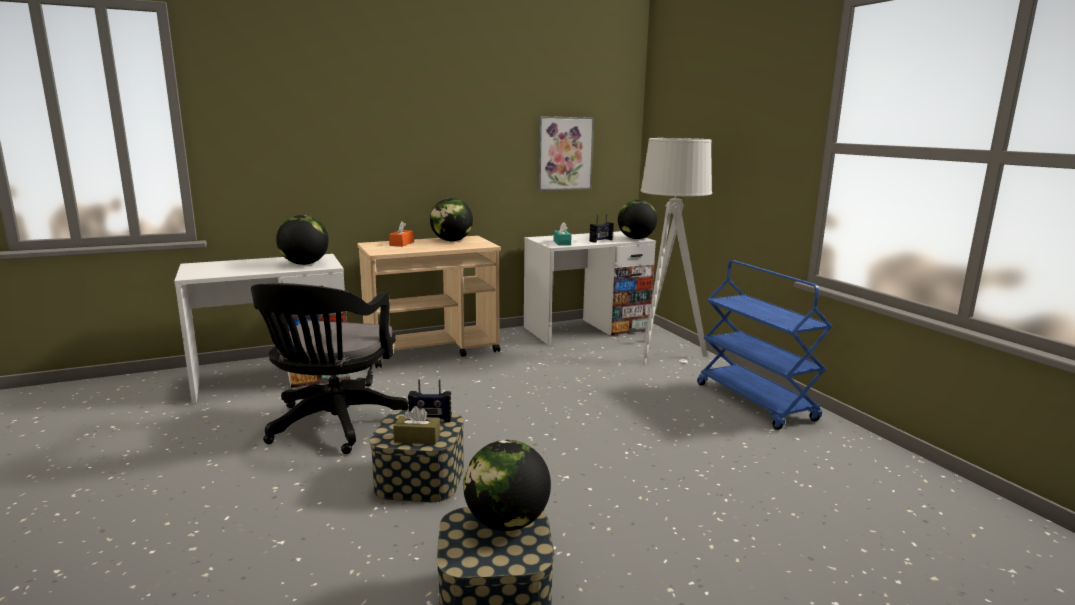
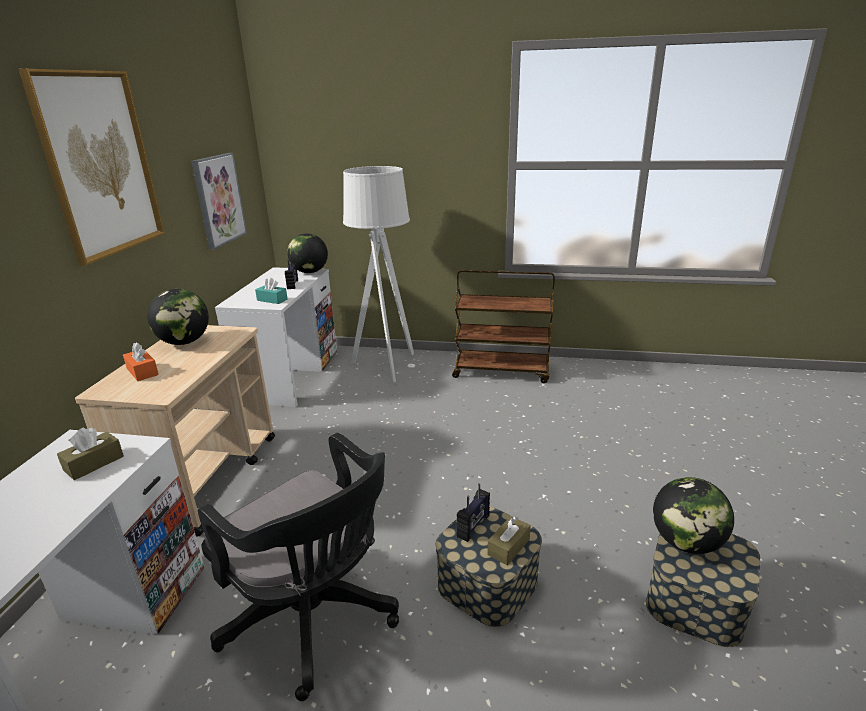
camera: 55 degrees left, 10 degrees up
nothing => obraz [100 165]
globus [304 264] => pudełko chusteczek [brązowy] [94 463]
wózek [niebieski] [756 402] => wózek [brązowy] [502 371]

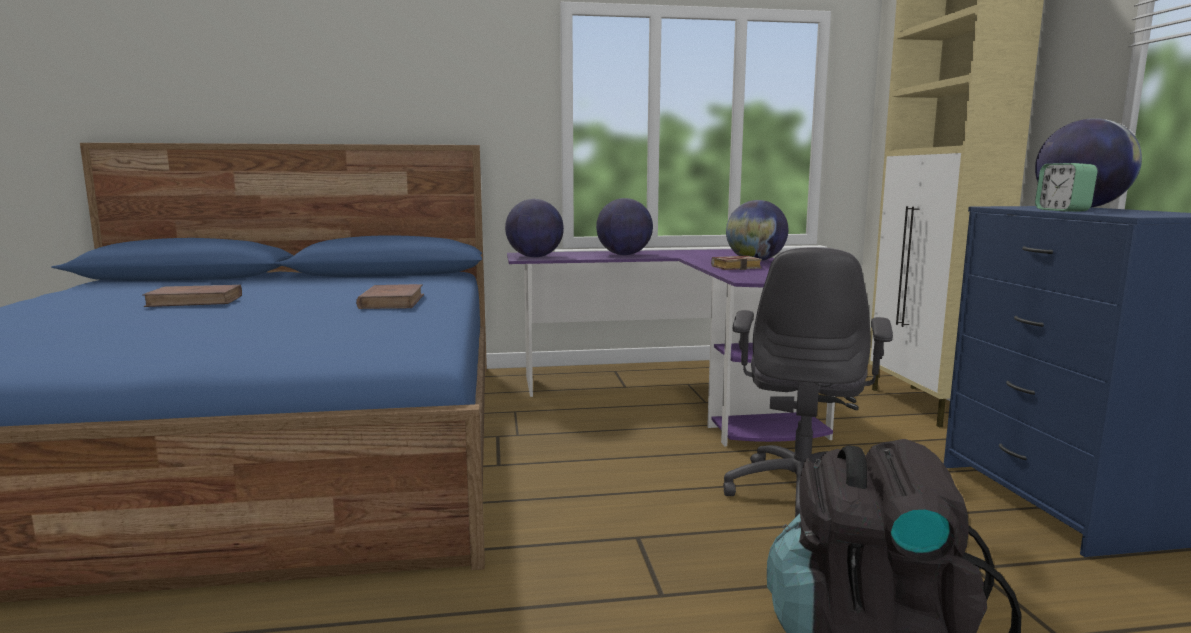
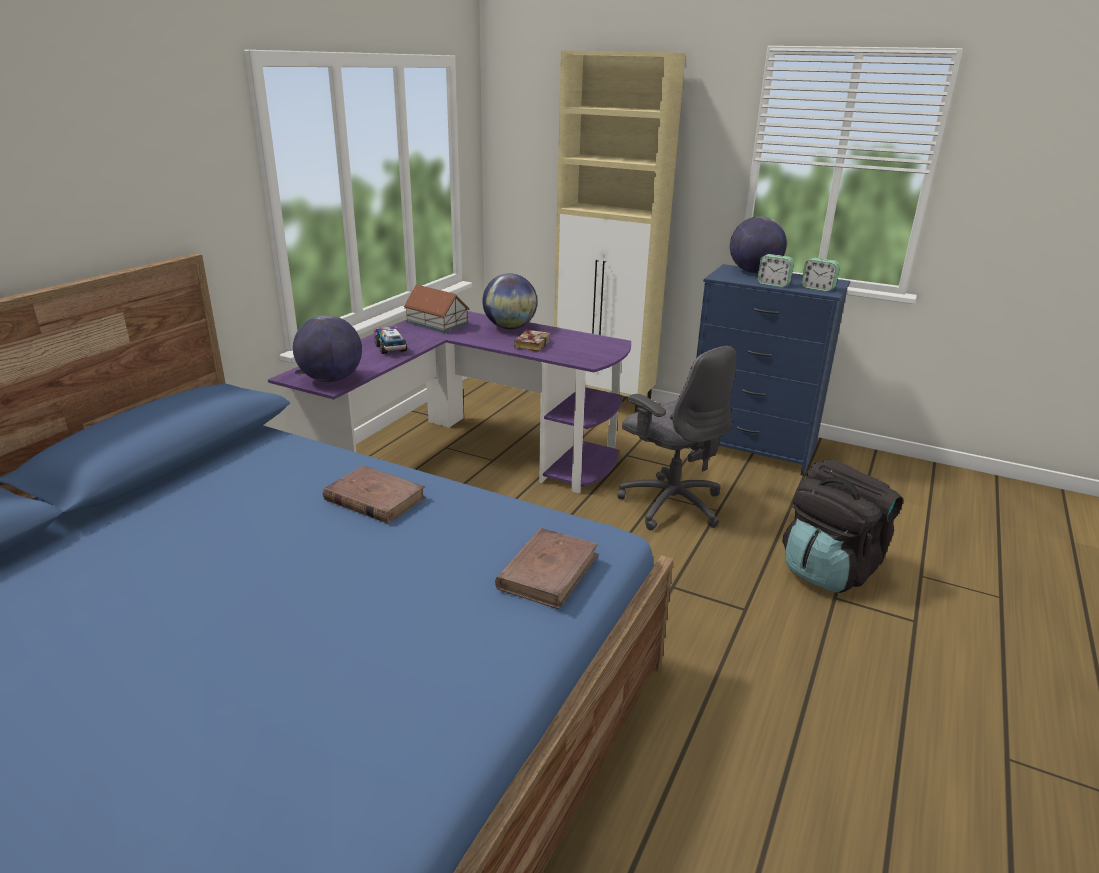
camera: 55 degrees left, 15 degrees up
globus [624 255] => ciężarówka zabawkowa [390 348]
nothing => domek [436 323]
książka [brązowy] [196 301] => książka [brązowy] [548 571], move
nothing => budzik [818 288]

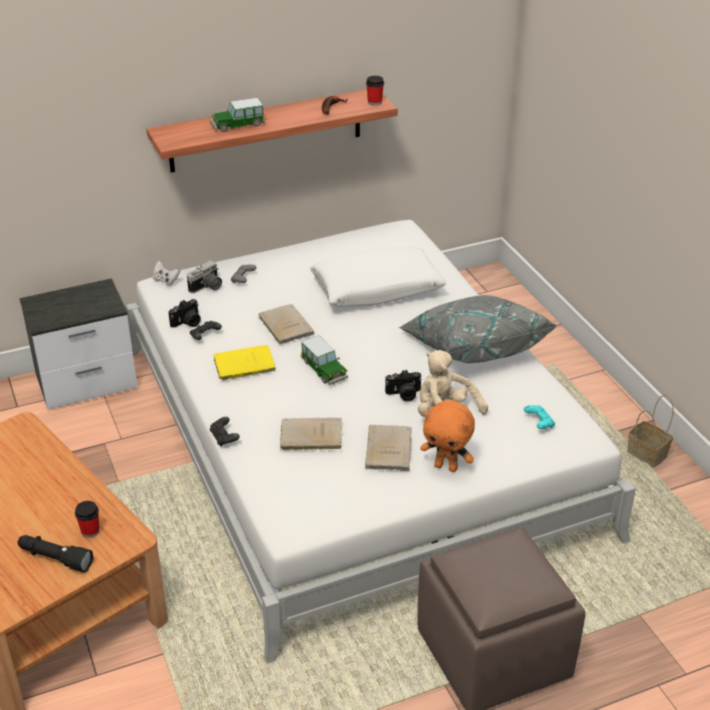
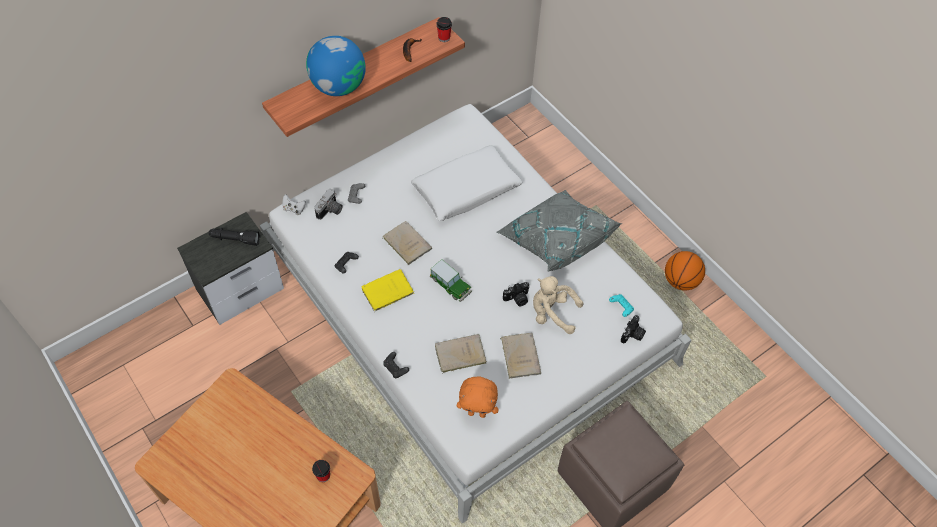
camera: 15 degrees left, 20 degrees up
latarka [czarny] [55 558] => latarka [czarny] [235 239], move
samochodzik [237 125] => globus [338 86]
pluszak [pomarańczowy] [446 467] => pluszak [pomarańczowy] [477 412], move
aparat fotograficzny [187 323] => aparat fotograficzny [632 335], move
koszyk [648 454] => piłka do koszykówki [680 281]

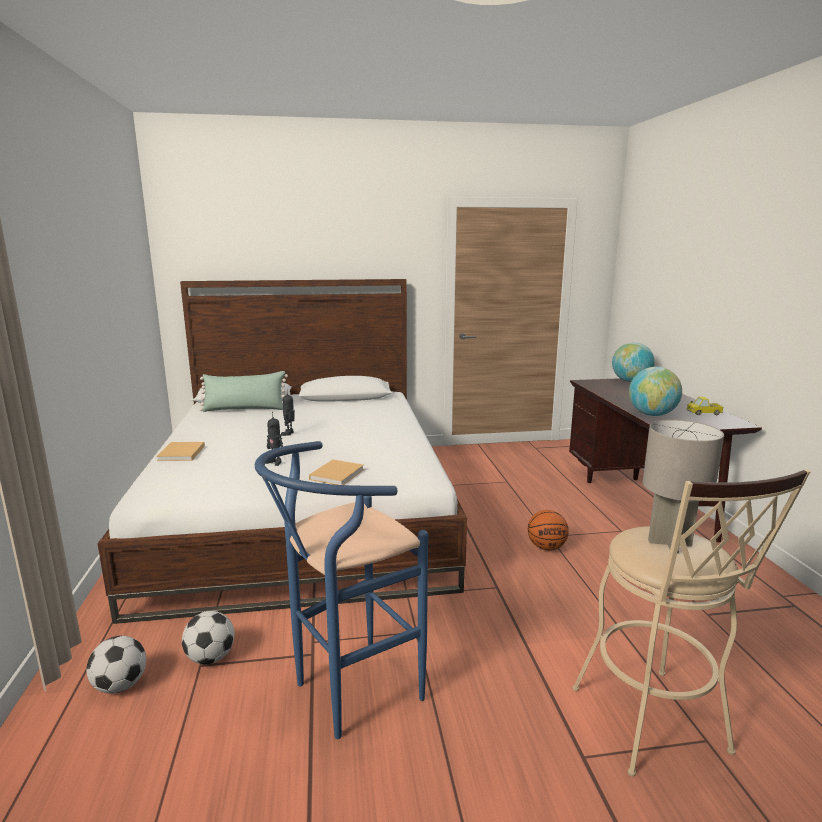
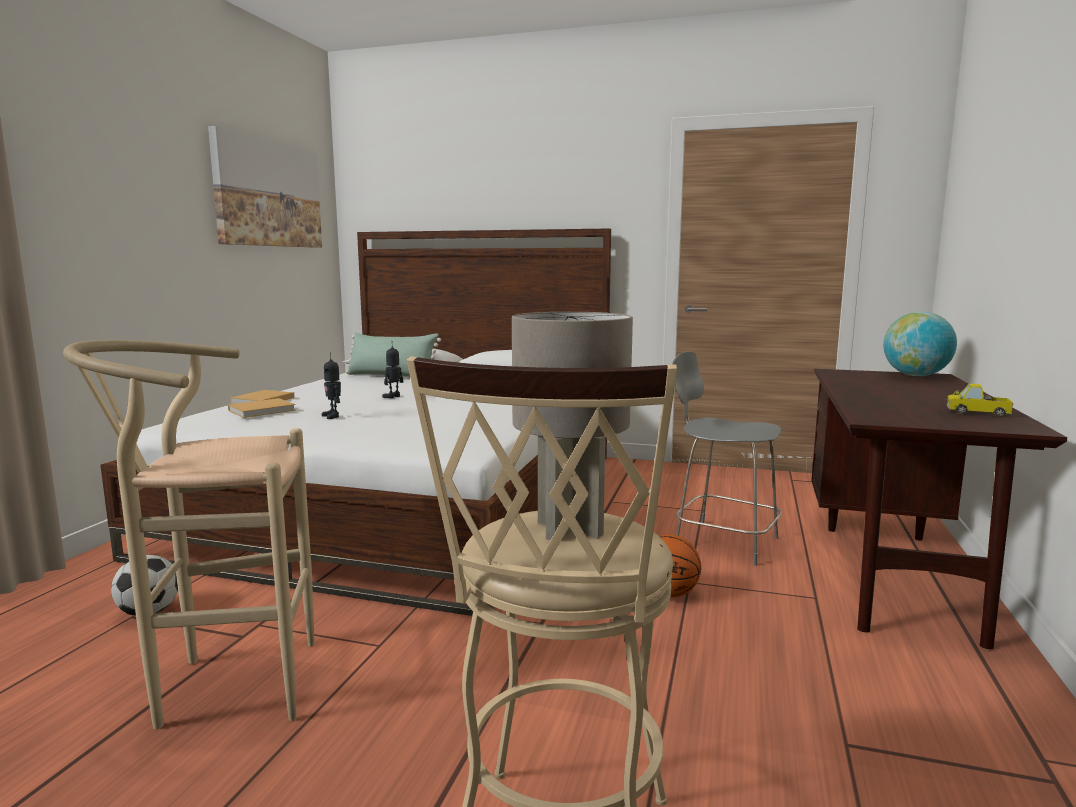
camera: 25 degrees right, 5 degrees down
stołek [niebieski] [347 694] => stołek [beżowy] [223 687]
nothing => obraz [268 194]
książka [beżowy] [338 474] => książka [beżowy] [264 410], move
nothing => krzesło [szary] [722 541]
piłka futbolowa [120 685] => nothing
globus [652 414] => nothing

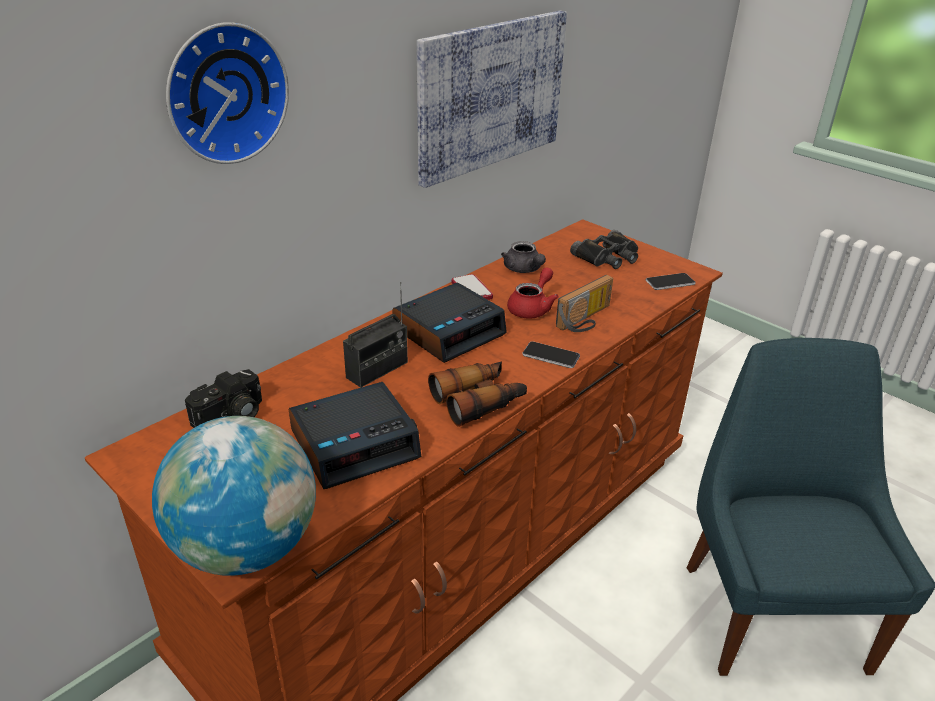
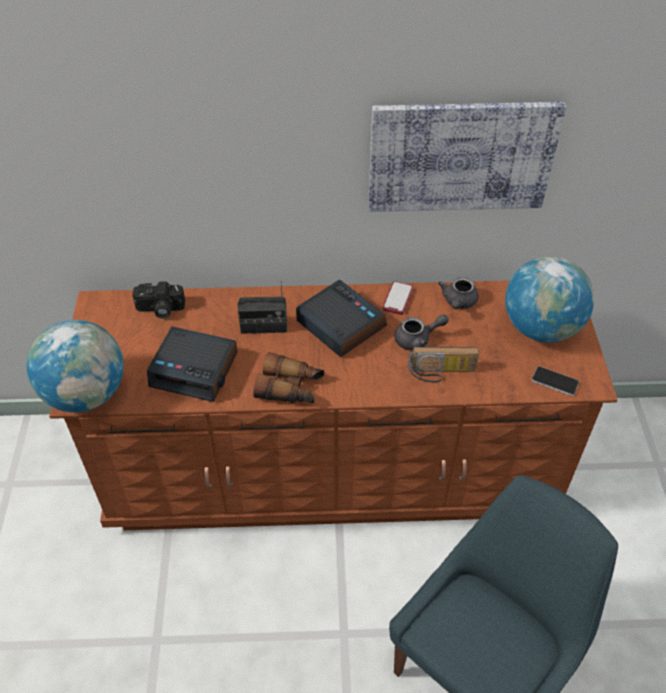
camera: 45 degrees right, 15 degrees up
budzik [449 331] => budzik [340 324], 135 degrees counterclockwise
imbryk [czerwony] [532 308] => imbryk [szary] [417 339]
lornetka [czarny] [608 257] => globus [541 328]
zegar ścienny [224 93] => nothing
telefon [551 356] => nothing

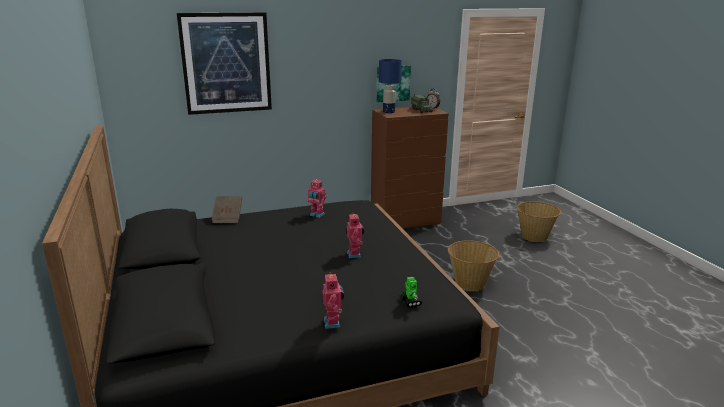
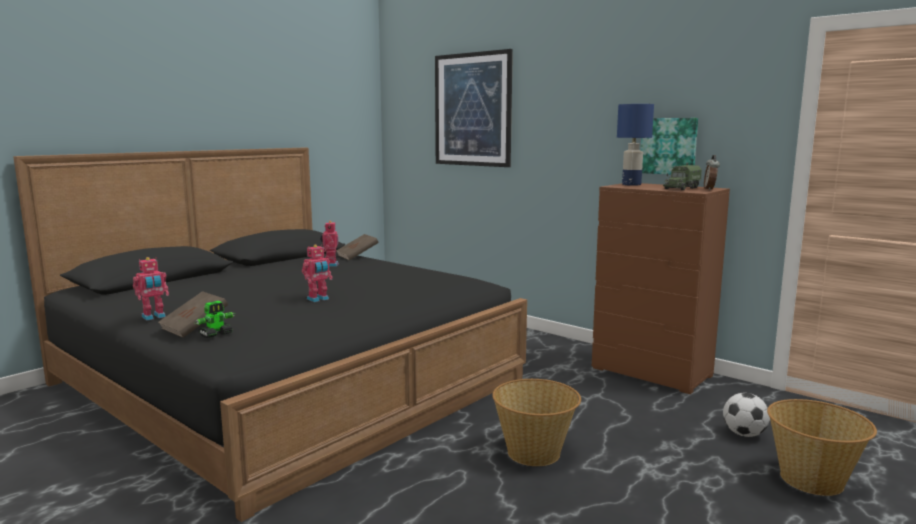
camera: 60 degrees right, 10 degrees down
nothing => książka [brązowy] [194 328]
robot zabawkowy [316 215] => robot zabawkowy [330 265], move
nothing => piłka futbolowa [744 434]

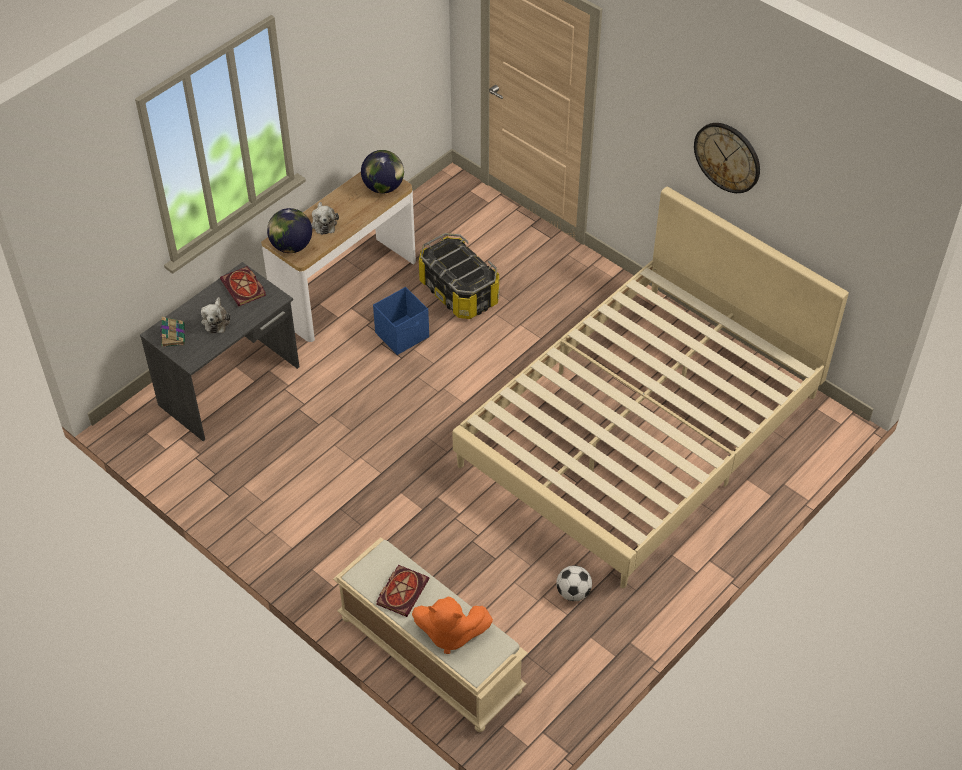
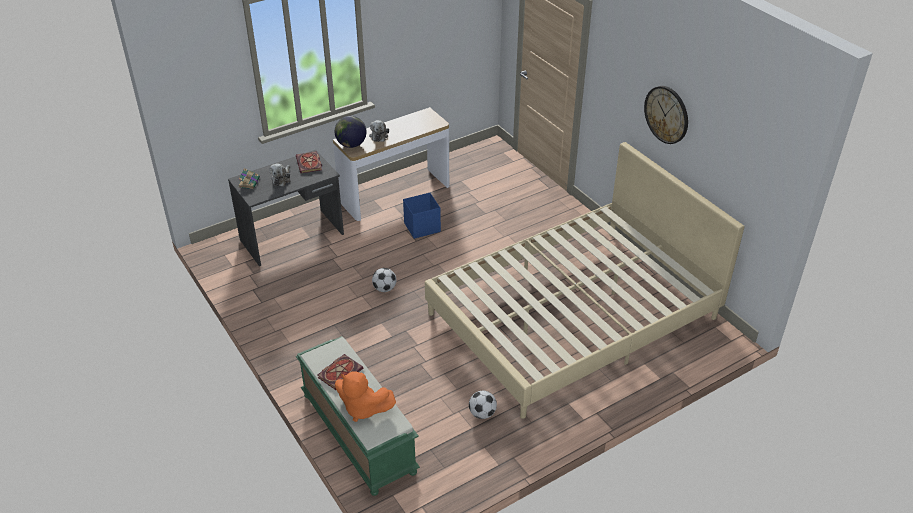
camera: 15 degrees right, 10 degrees down
ławka [beżowy] [428 654] => ławka [zielony] [357 433]
nothing => piłka futbolowa [384 289]
globus [383 187] => nothing
pojemnik do przechowywania [458 292] => nothing

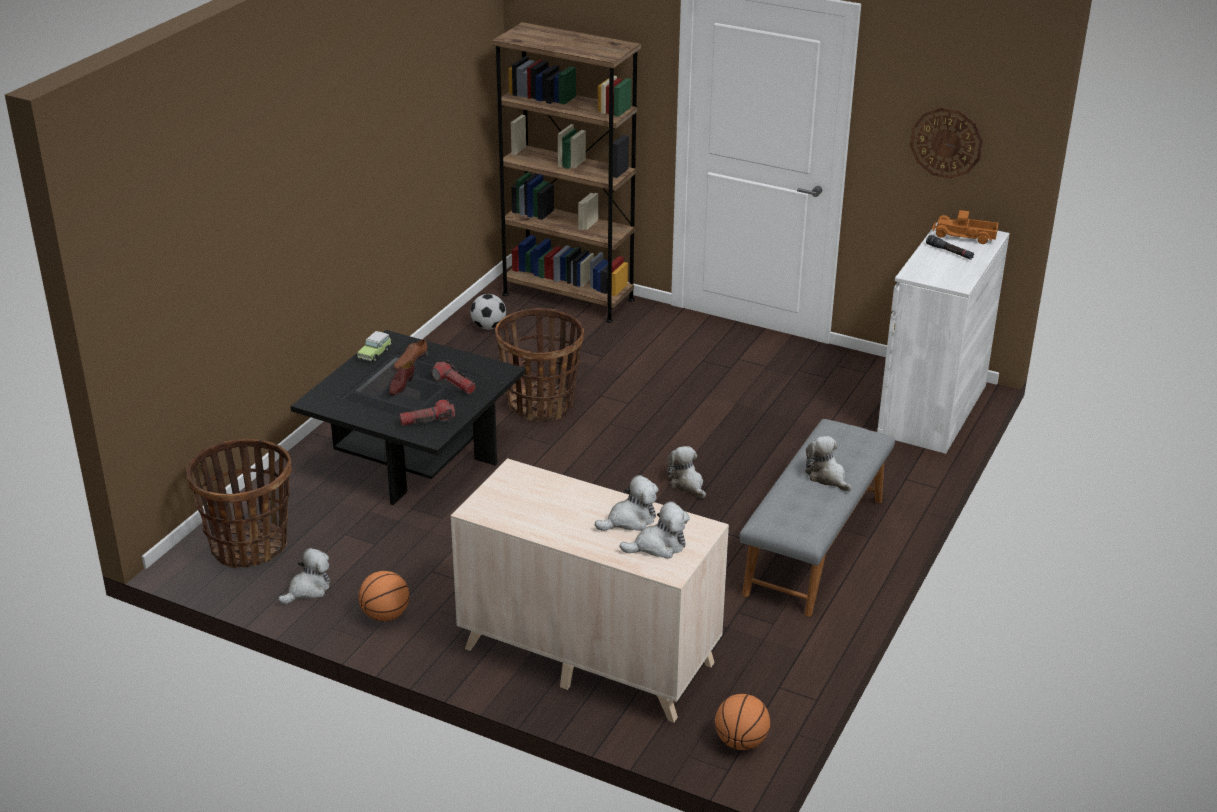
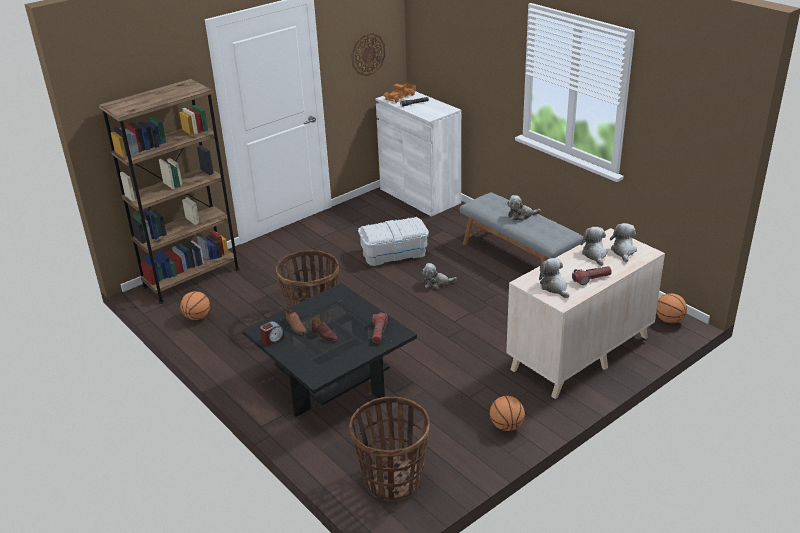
camera: 65 degrees left, 0 degrees up
piłka futbolowa [488 327] => piłka do koszykówki [197 317]
samochodzik [375 354] => budzik [272 339]
nothing => pojemnik do przechowywania [biały] [394 253]
pluszak [308 589] => pluszak [554 287], move
latarka [454 384] => latarka [591 279], move

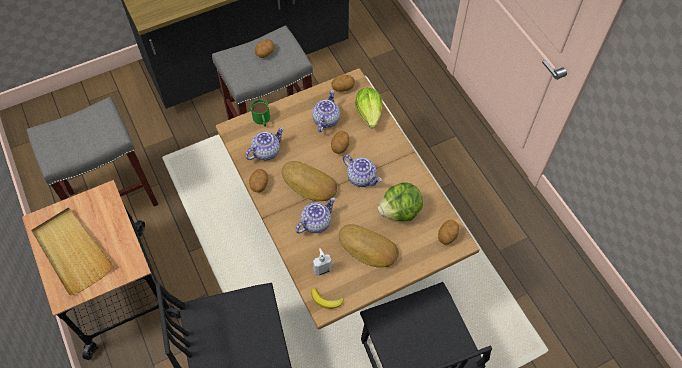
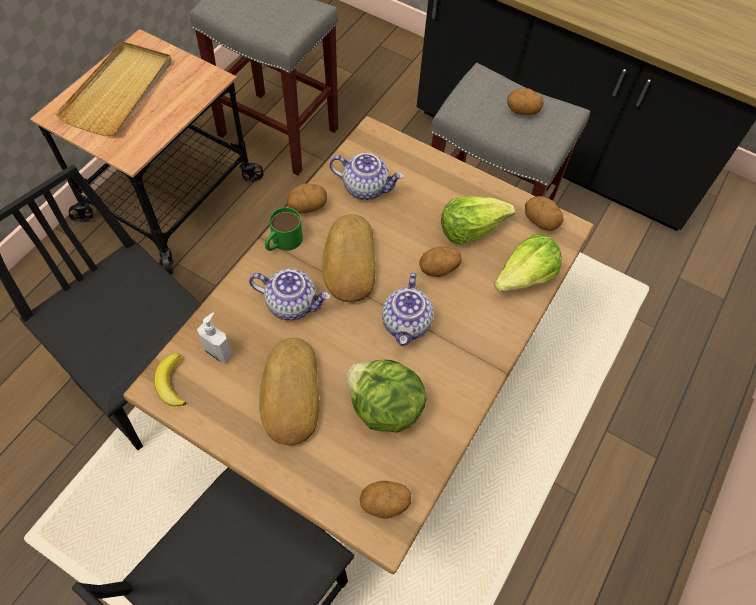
camera: 55 degrees right, 0 degrees up
kubek [zielony] [262 120] => kubek [zielony] [282 242], move
imbryk [325 119] => sałata [470 228]

